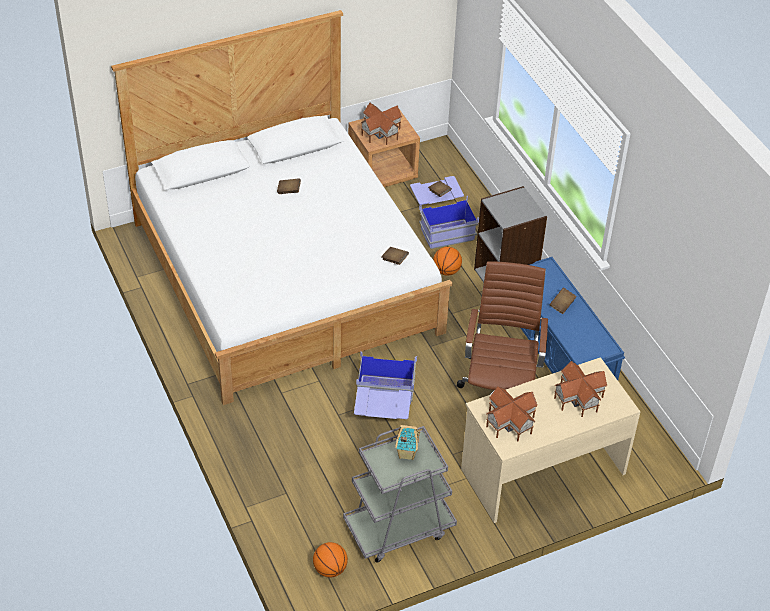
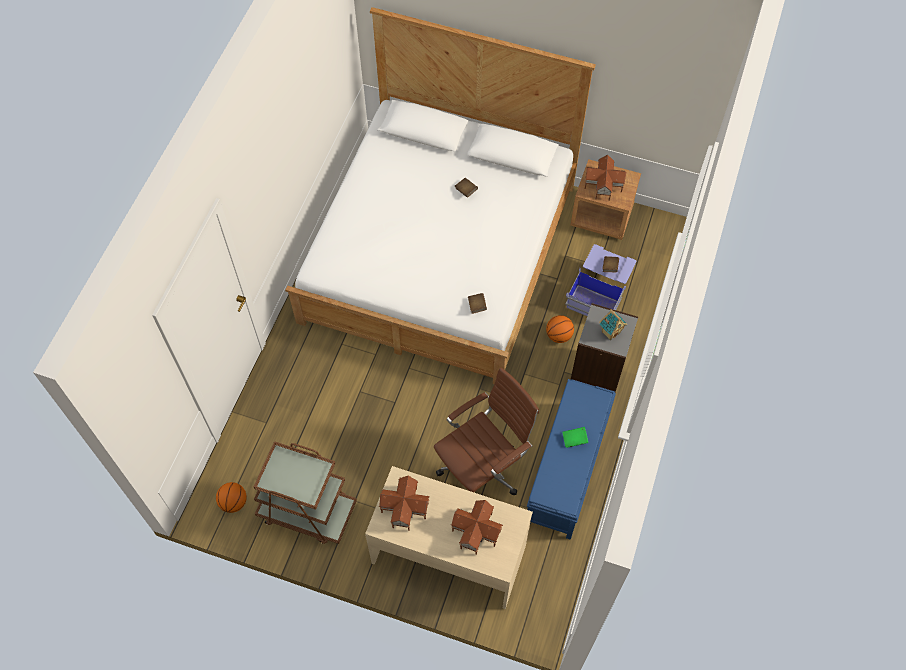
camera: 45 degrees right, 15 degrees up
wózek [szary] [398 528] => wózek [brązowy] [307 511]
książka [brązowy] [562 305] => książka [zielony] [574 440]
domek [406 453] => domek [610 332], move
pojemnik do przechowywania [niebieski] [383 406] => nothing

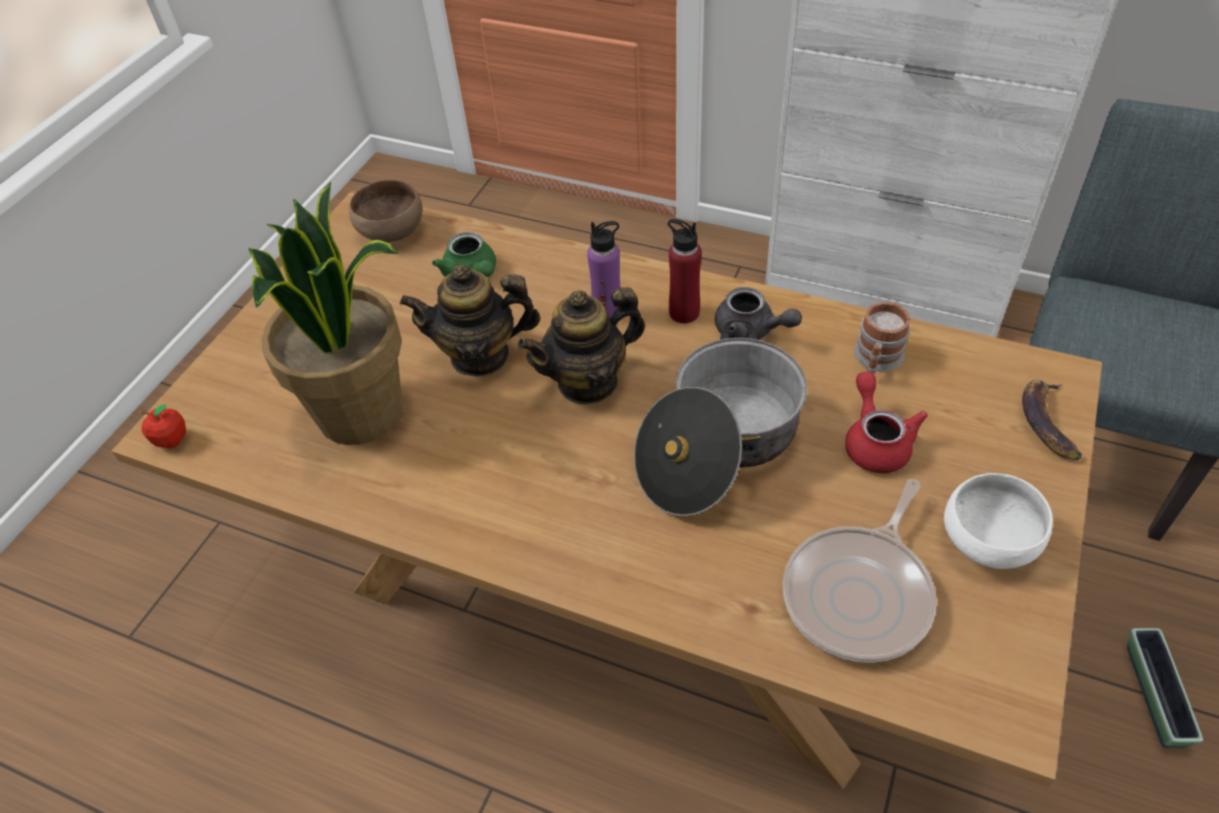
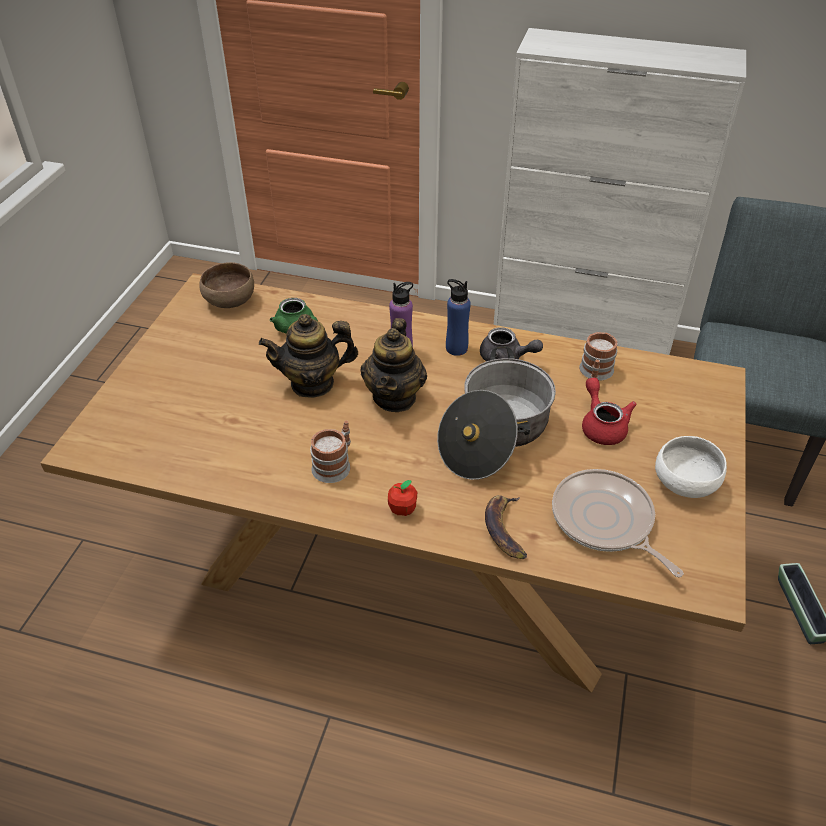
camera: 10 degrees left, 5 degrees down
nothing => kubek [335 464]
imbryk [588 382] => imbryk [395 397], 45 degrees counterclockwise
jabłko [172 440] => jabłko [402 509], move
butelka [czerwony] [684 312] => butelka [niebieski] [456 348]
banan [1046 422] => banan [505 529], move
patelnia [860 593] => patelnia [605 521], 120 degrees clockwise
roślina doniczkowa [362 413] => nothing

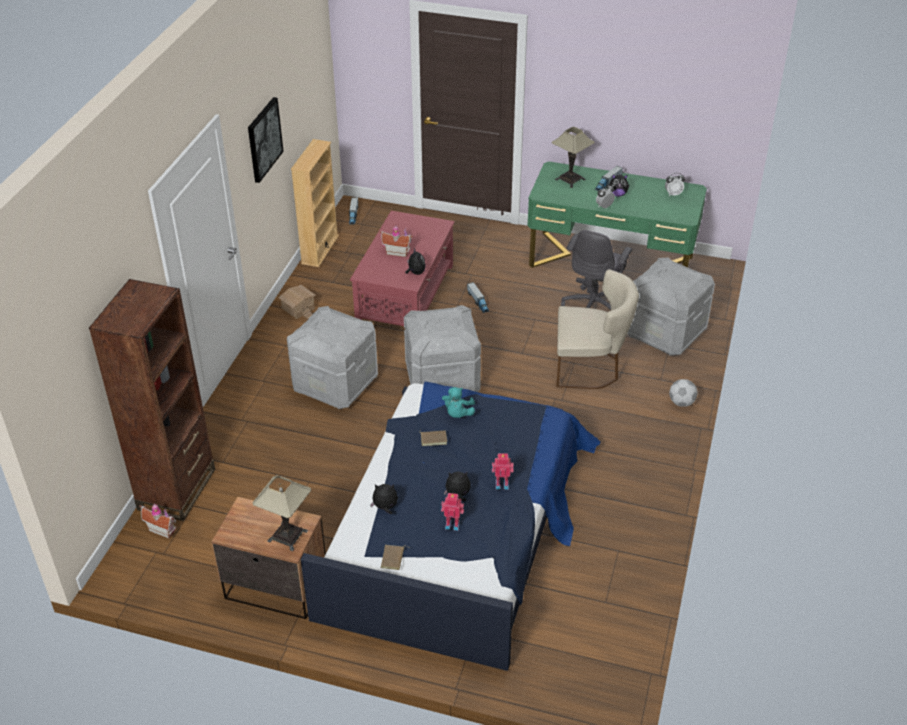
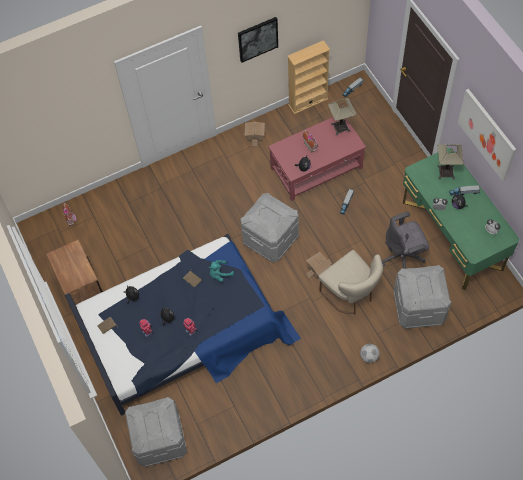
camera: 50 degrees right, 20 degrees up
pojemnik do przechowywania [szary] [336 384] => pojemnik do przechowywania [szary] [160 440], move
nothing => domek [319 269]
lampa stołowa [287 536] => lampa stołowa [340 127], move
nothing => obraz [487 134]
regał [brązowy] [177 489] => nothing

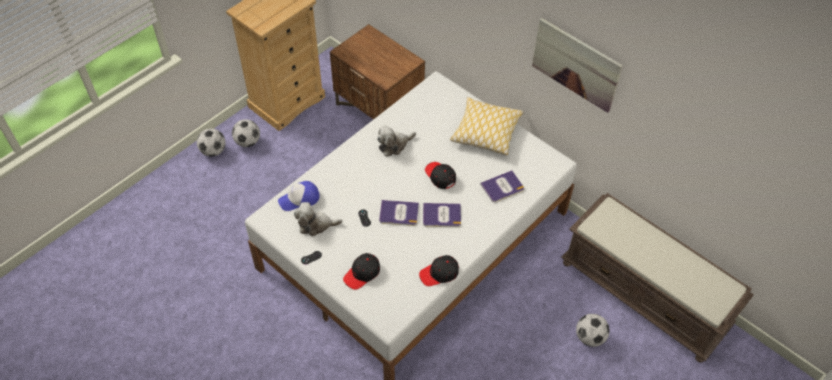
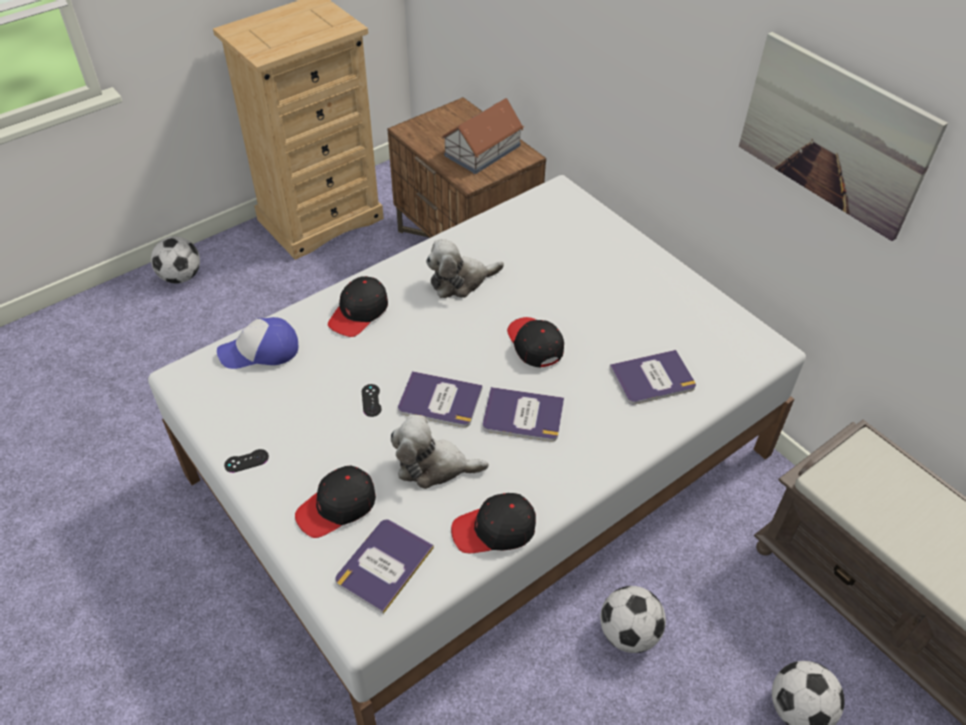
camera: 10 degrees right, 5 degrees down
nothing => czapka z daszkiem [czarny] [359 313]
nothing => książka [384 565]
pluszak [316 225] => pluszak [433 466], move
nothing => domek [481 150]
piłka futbolowa [248 142] => piłka futbolowa [628 633], move
poduszka [486 132] => nothing

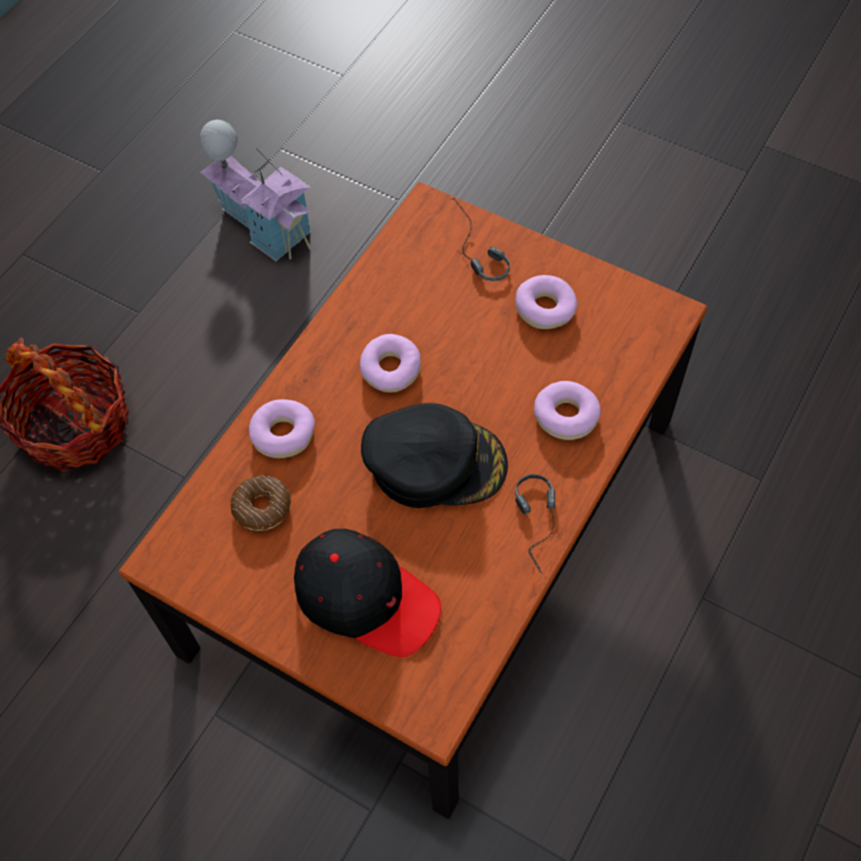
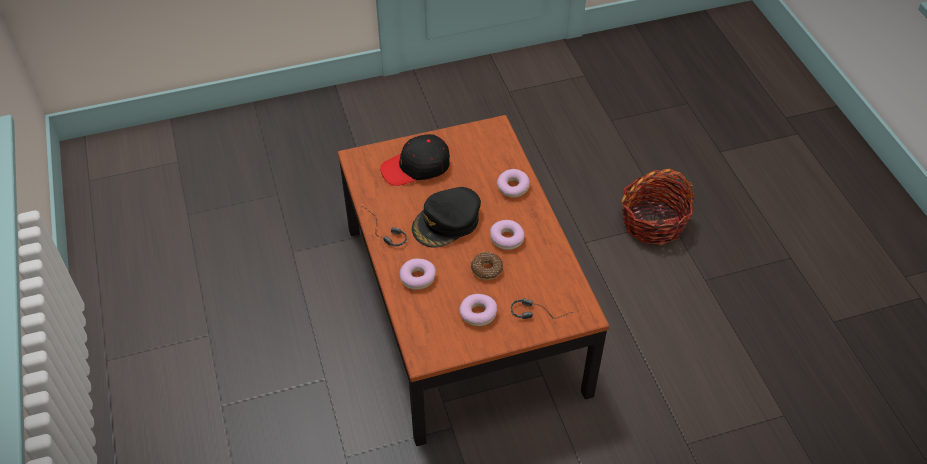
camera: 130 degrees right, 10 degrees down
donut [262 507] => donut [486 269], move
domek [265 225] => nothing

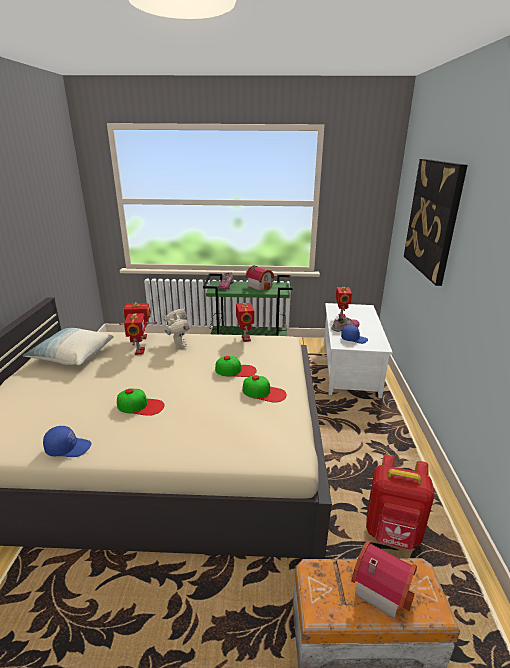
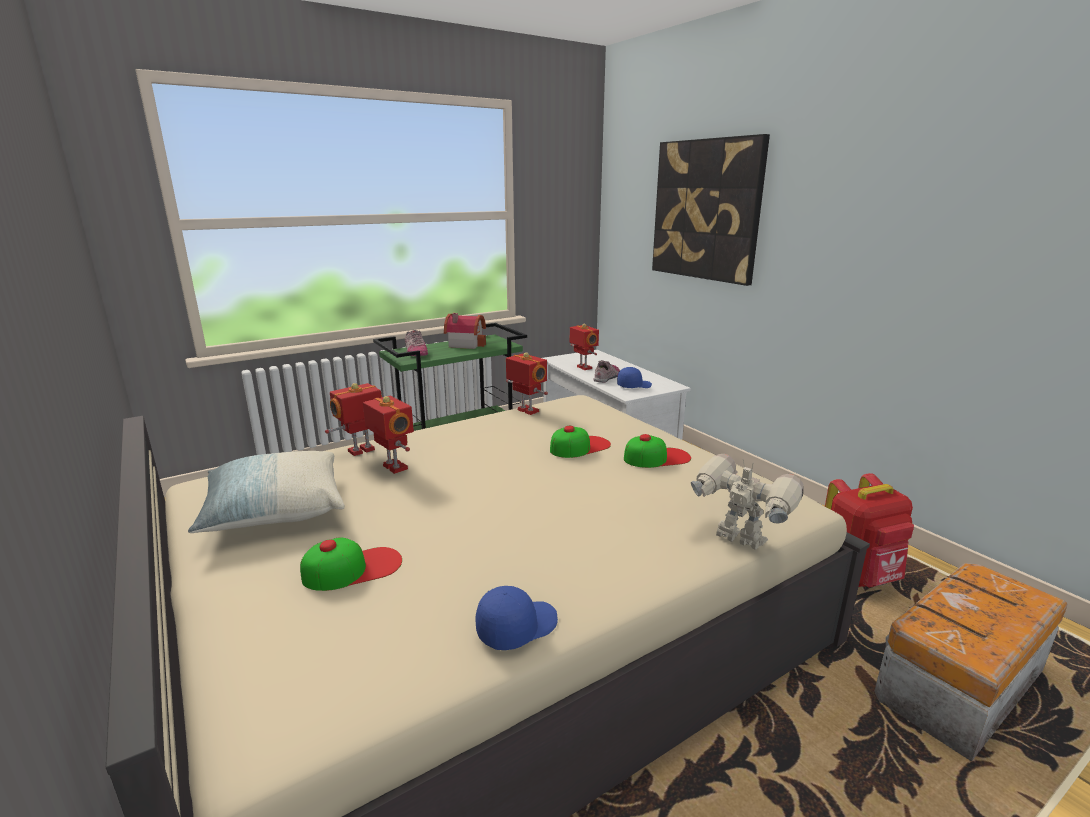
camera: 35 degrees left, 5 degrees down
czapka z daszkiem [140 406] => czapka z daszkiem [353 568], move
robot zabawkowy [178 344] => robot zabawkowy [739 541], move
domek [380 586] => nothing

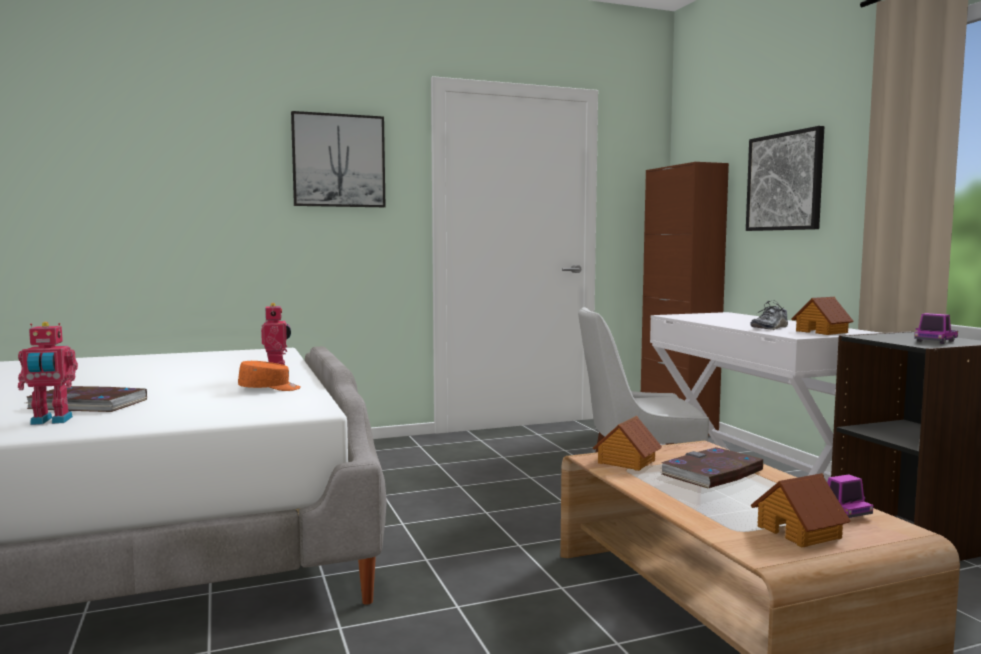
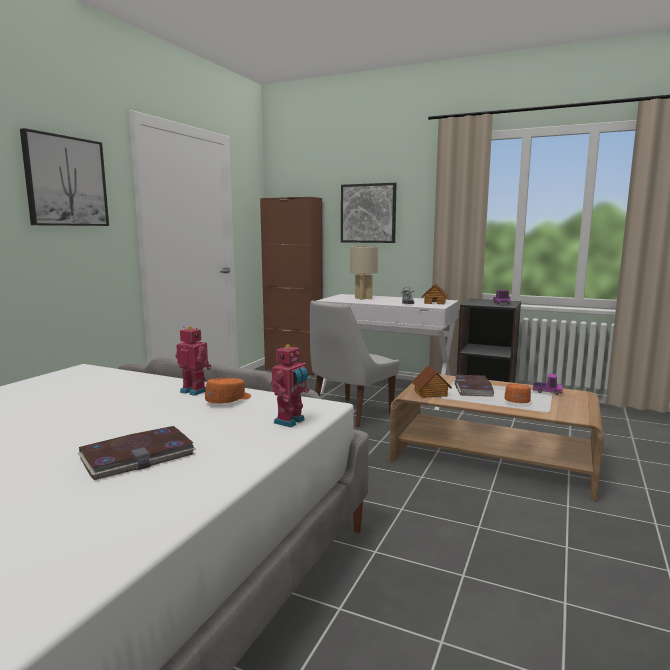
camera: 45 degrees left, 5 degrees up
robot zabawkowy [50 421] => robot zabawkowy [291 422], move
nothing => lampa stołowa [beżowy] [363 298]
nothing => czapka z daszkiem [pomarańczowy] [517 401]
domek [799 532] => nothing

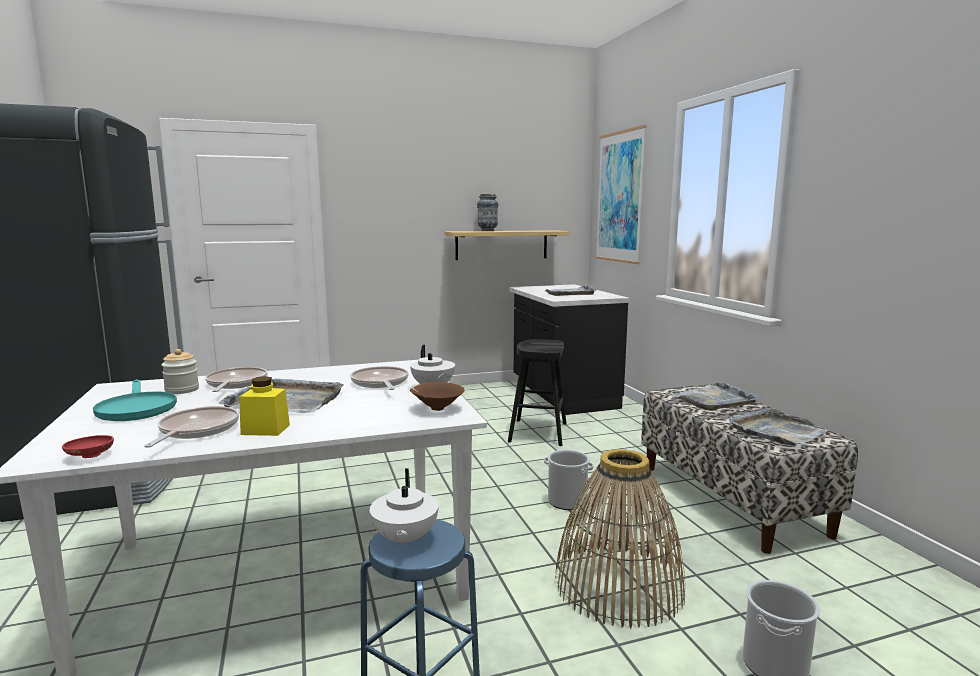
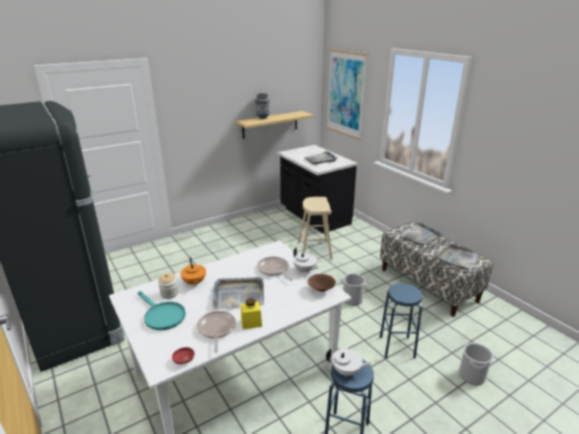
camera: 15 degrees left, 15 degrees up
patelnia [235 384] => imbryk [pomarańczowy] [194 282]
stołek [czarny] [538 432] => stołek [beżowy] [314 250]
imbryk [biały] [404 540] => imbryk [biały] [346 371], 60 degrees counterclockwise
koszyk [618 584] => stołek [niebieski] [397 347]

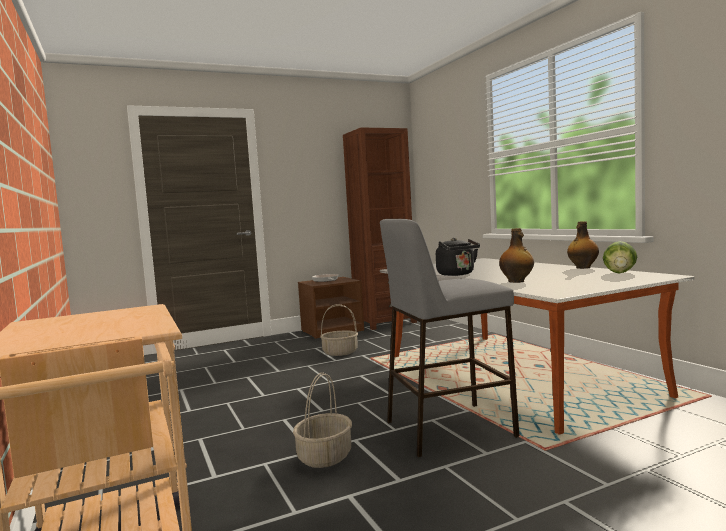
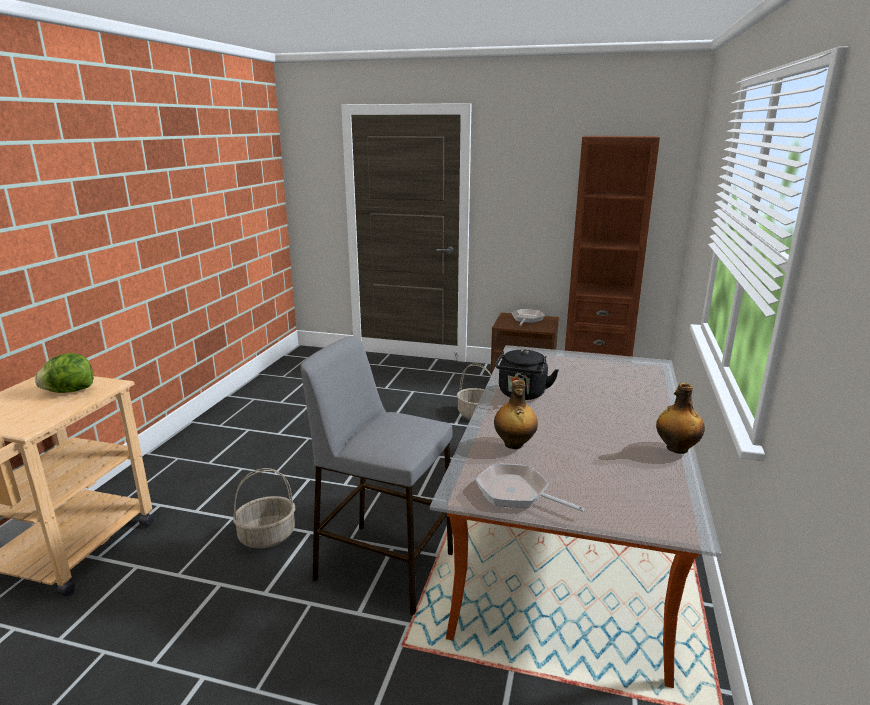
camera: 40 degrees right, 15 degrees up
sałata [620 273] => sałata [69 391], move
nothing => patelnia [517 493]

